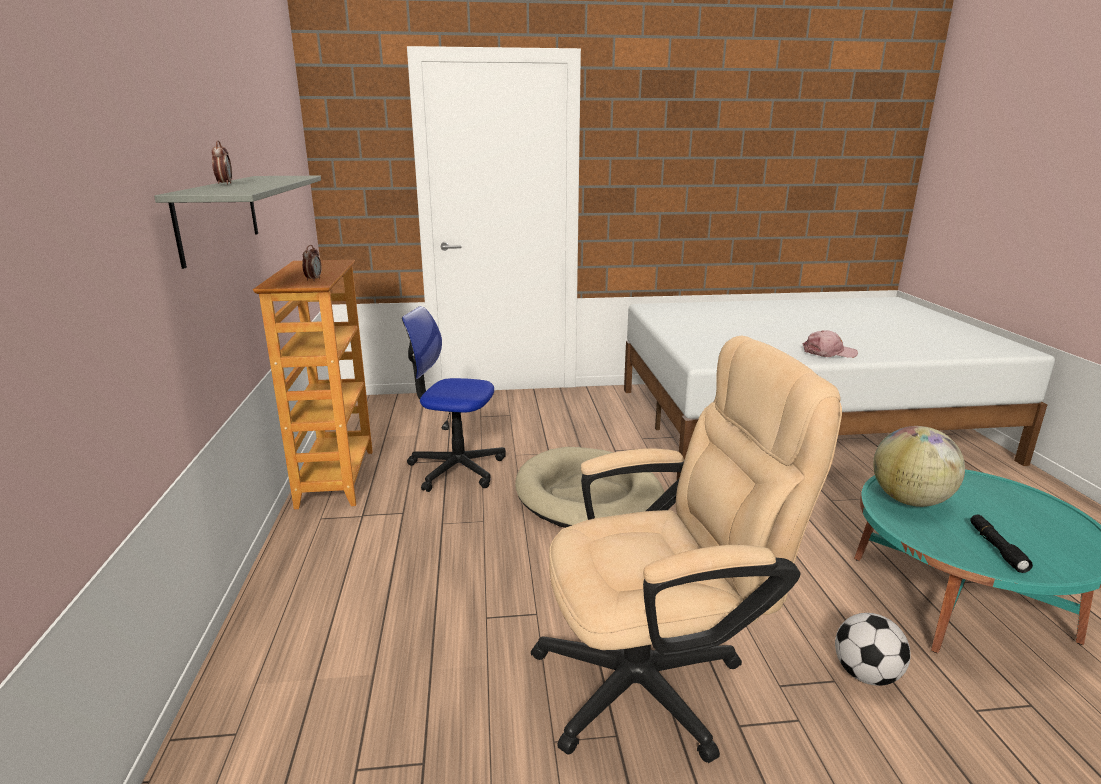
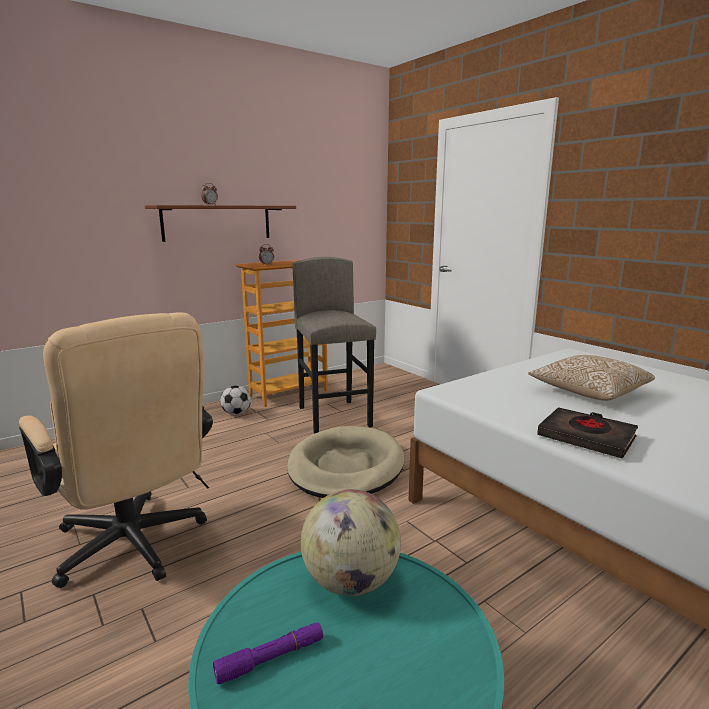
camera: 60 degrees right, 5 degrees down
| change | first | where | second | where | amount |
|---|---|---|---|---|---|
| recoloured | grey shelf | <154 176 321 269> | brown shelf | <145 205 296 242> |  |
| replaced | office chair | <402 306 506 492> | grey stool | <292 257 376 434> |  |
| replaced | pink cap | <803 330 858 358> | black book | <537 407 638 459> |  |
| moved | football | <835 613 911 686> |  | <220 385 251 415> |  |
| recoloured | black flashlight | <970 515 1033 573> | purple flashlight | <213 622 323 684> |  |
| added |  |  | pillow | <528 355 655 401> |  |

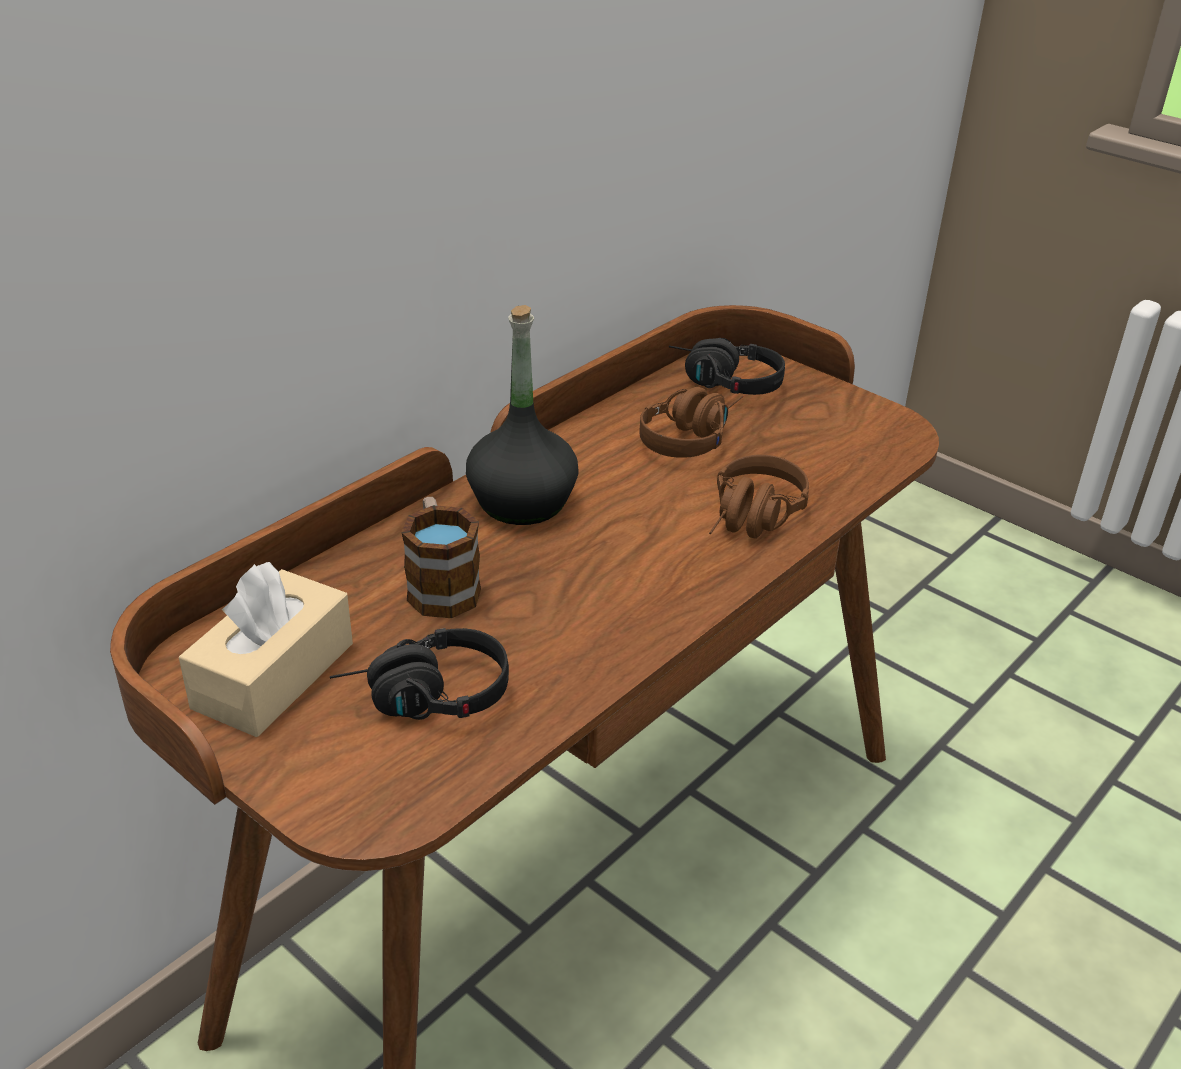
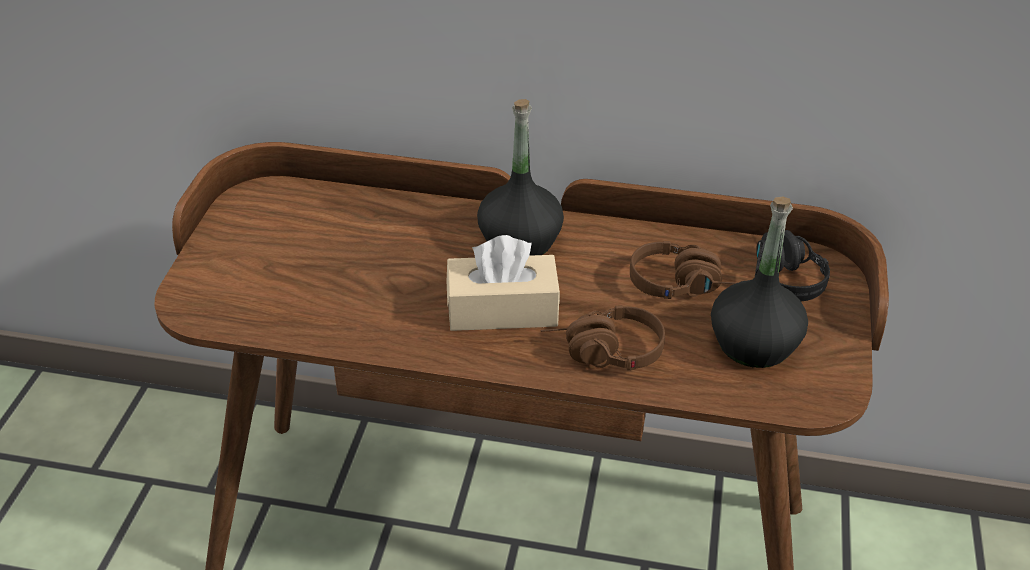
camera: 60 degrees right, 5 degrees up
| change | first | where | second | where | amount |
|---|---|---|---|---|---|
| moved | beige tissue box | <179 562 353 737> |  | <447 235 560 331> |  |
| removed | black headphones | <330 628 509 720> |  |  |  |
| removed | mug | <402 497 481 618> |  |  |  |
| added |  |  | black bottle | <711 197 808 368> |  |

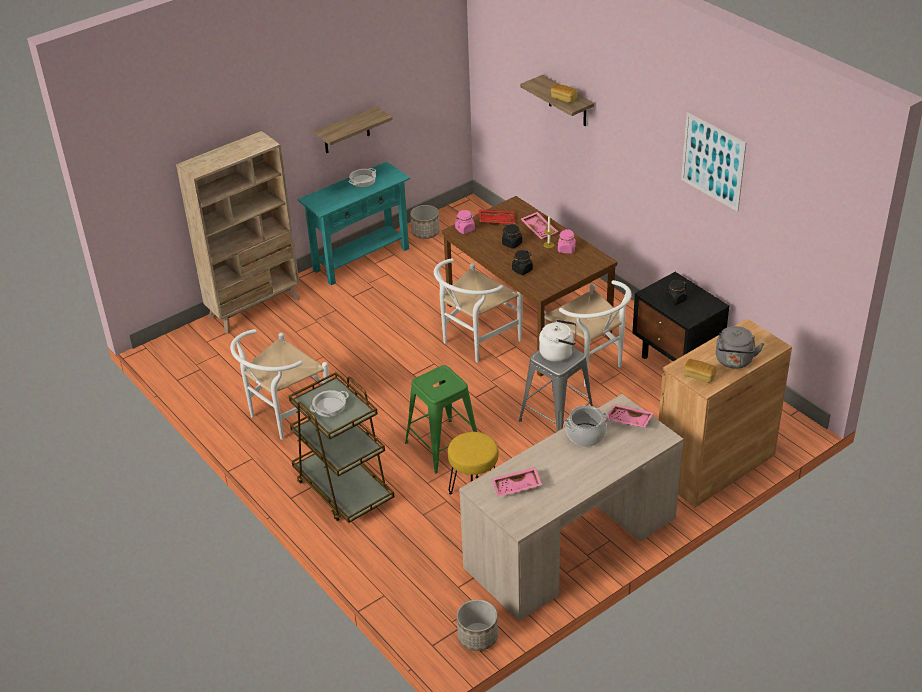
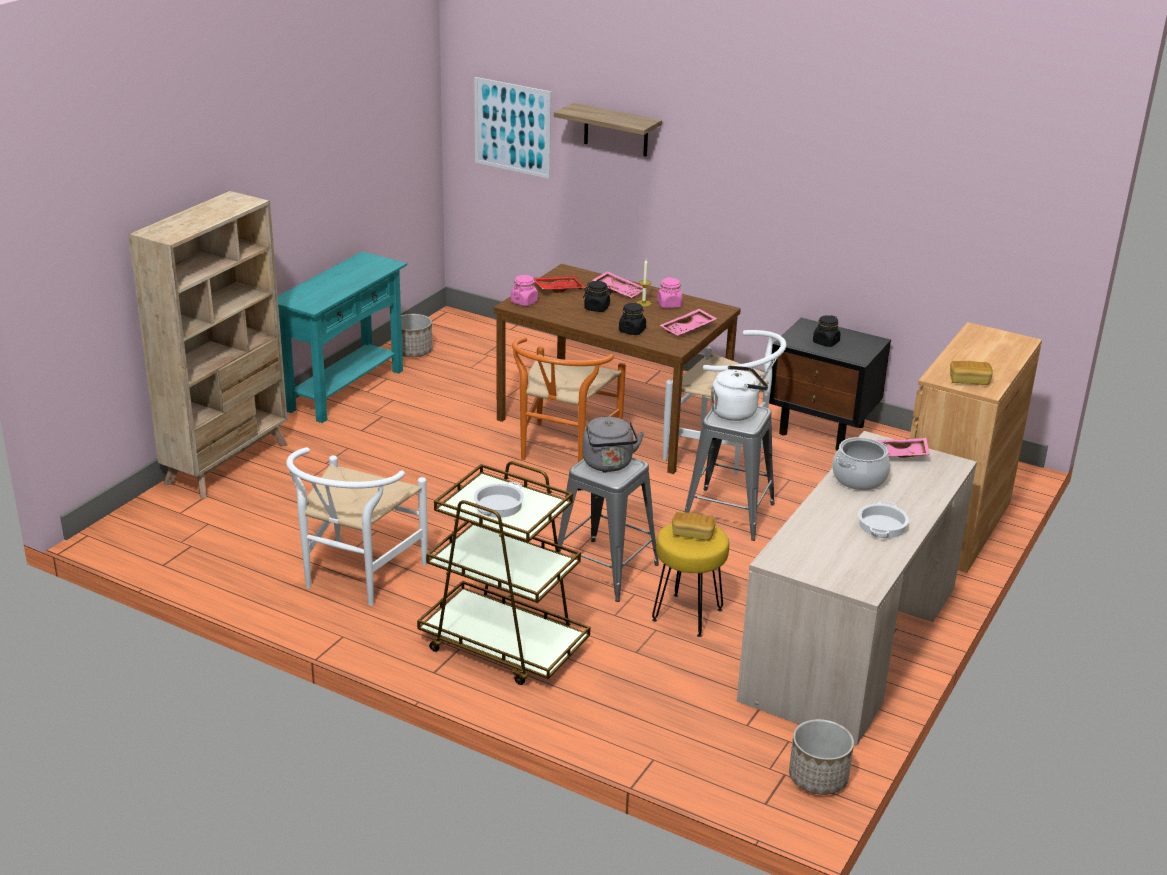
camera: 25 degrees left, 10 degrees down
| change | first | where | second | where | amount |
|---|---|---|---|---|---|
| removed | shelf | <314 106 392 153> |  |  |  |
| moved | cooking pot | <348 168 376 187> |  | <858 501 909 538> |  |
| recoloured | green stool | <405 365 477 473> | grey stool | <557 457 659 602> |  |
| recoloured | white chair | <434 258 522 363> | orange chair | <512 337 626 462> |  |
| moved | pink tray | <492 467 542 497> |  | <659 309 717 336> |  |
| moved | bread | <551 84 578 103> |  | <672 512 716 540> |  |
| moved | picture | <681 112 746 212> |  | <474 77 551 179> |  |
| moved | grey kettle | <716 326 764 369> |  | <582 417 644 472> |  |

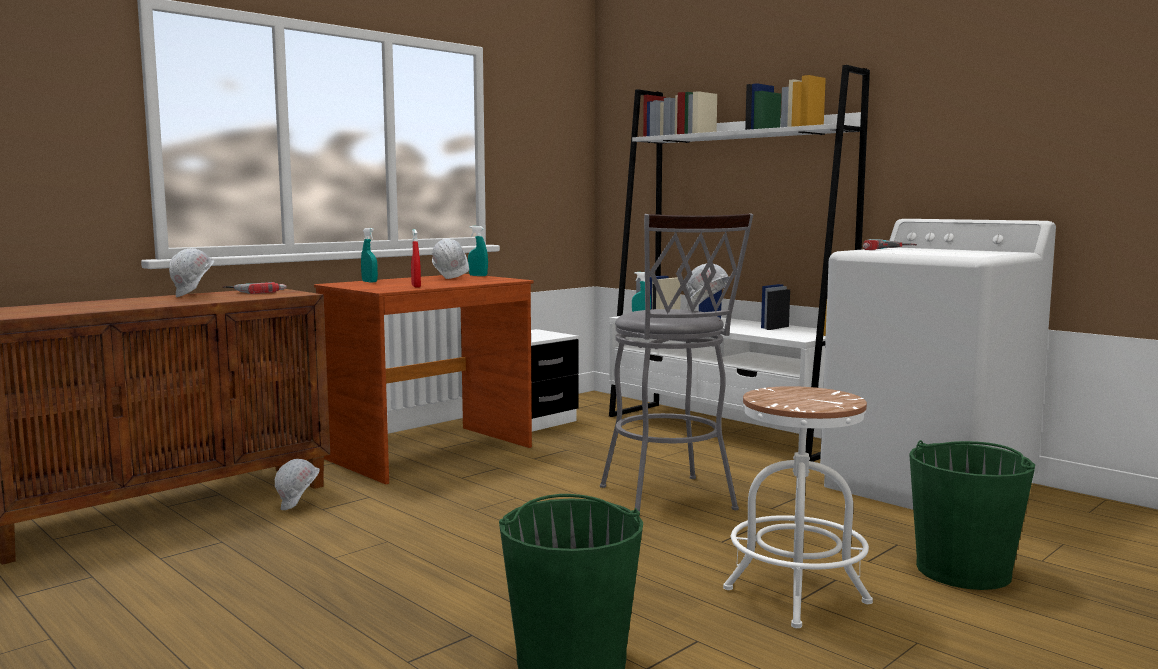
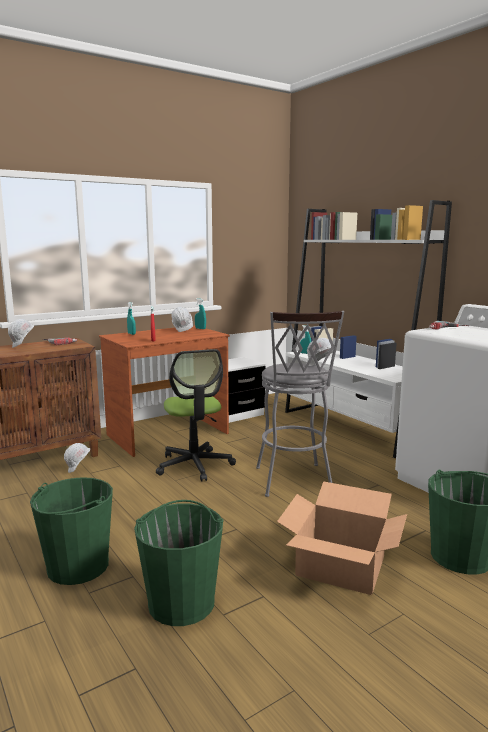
camera: 10 degrees right, 5 degrees up
| change | first | where | second | where | amount |
|---|---|---|---|---|---|
| replaced | white stool | <723 386 873 628> | cardboard box | <277 481 407 595> |  |
| added |  |  | green bucket | <30 477 113 585> |  |
| added |  |  | office chair | <156 349 236 481> |  |

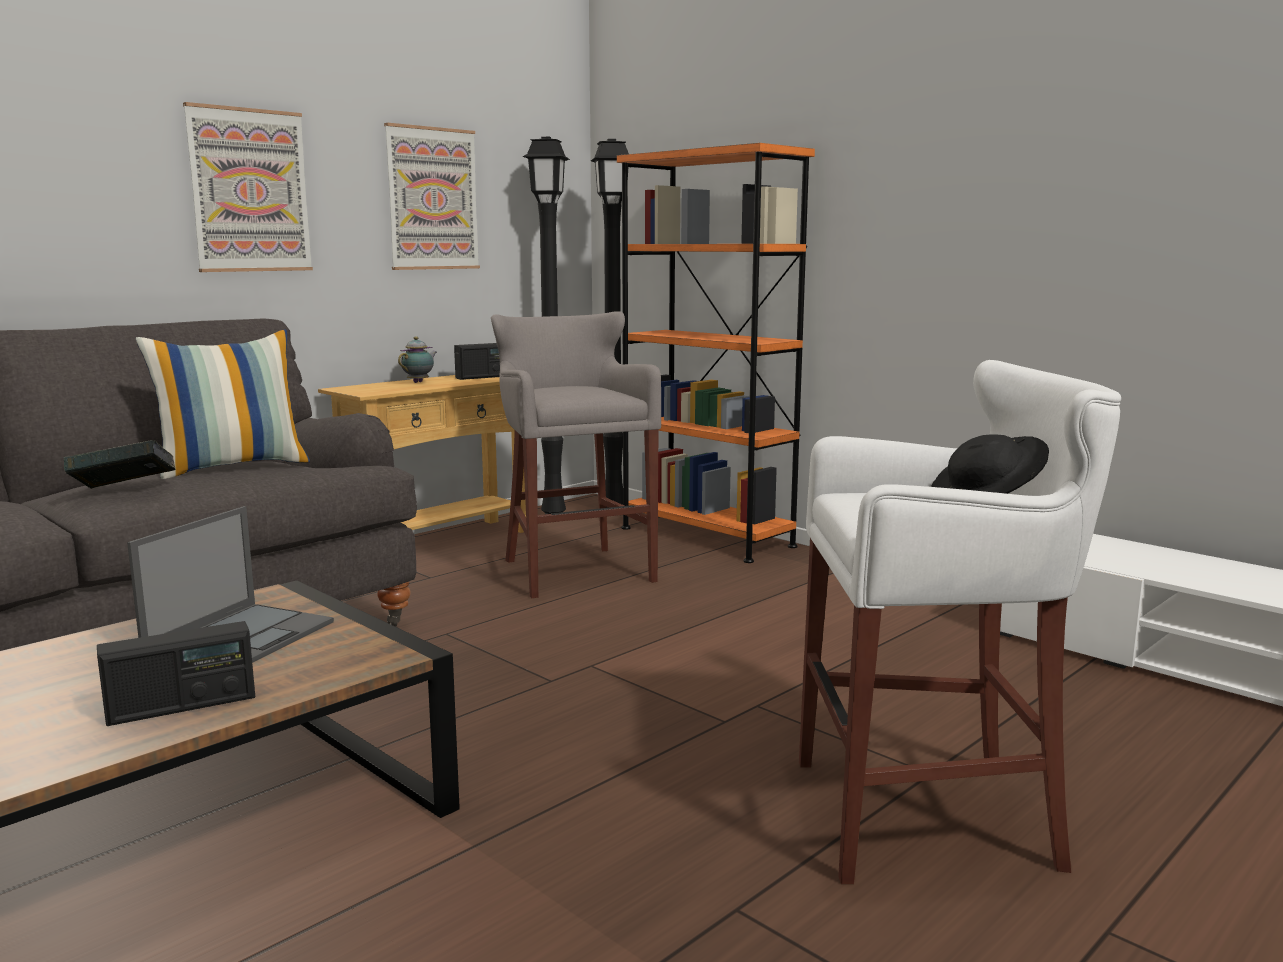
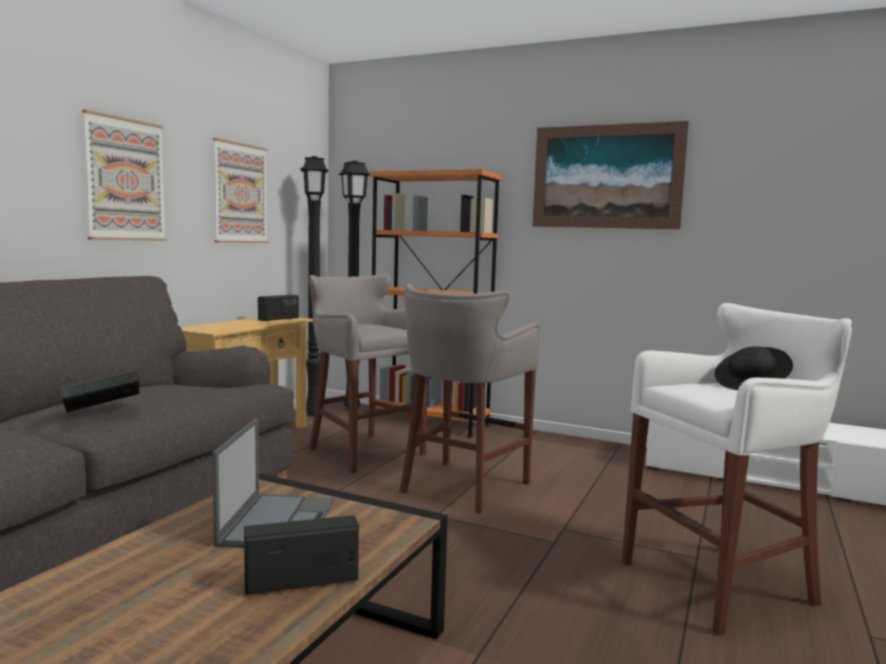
camera: 20 degrees left, 5 degrees down
| change | first | where | second | where | amount |
|---|---|---|---|---|---|
| turned | radio | <97 621 255 726> |  | <244 515 359 595> | 150 degrees counterclockwise |
| removed | pillow | <136 330 310 479> |  |  |  |
| removed | teapot | <398 337 437 383> |  |  |  |
| added |  |  | grey stool | <399 283 539 514> |  |
| added |  |  | picture | <533 121 689 229> |  |

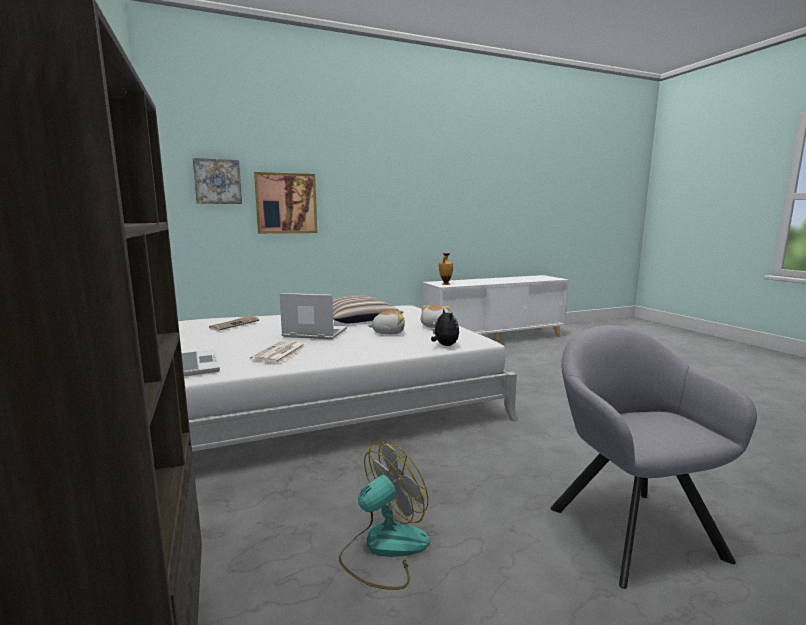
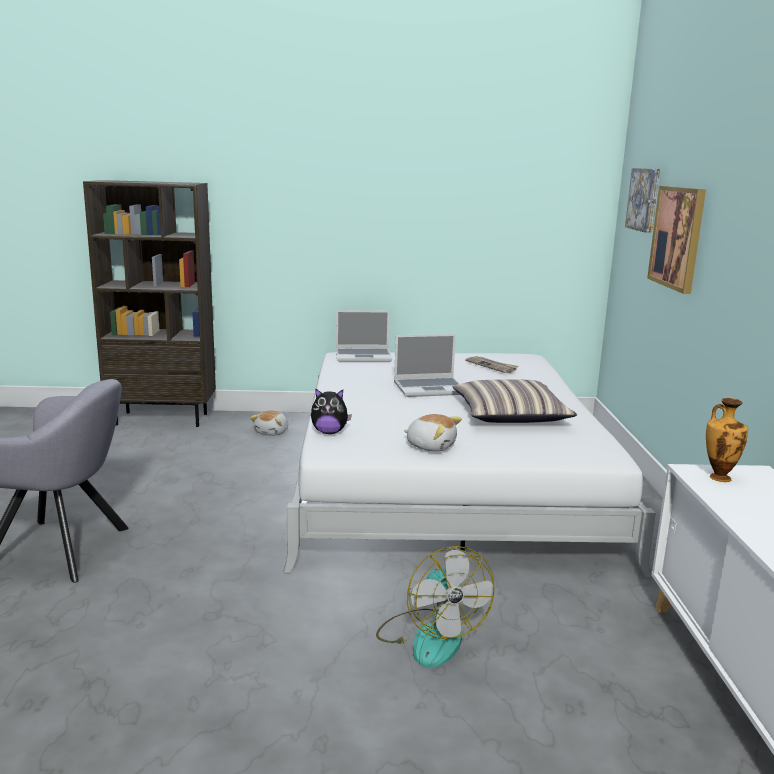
camera: 110 degrees right, 5 degrees up
| change | first | where | second | where | amount |
|---|---|---|---|---|---|
| removed | newspaper | <250 341 306 363> |  |  |  |
| turned | laptop | <280 293 347 340> |  | <394 334 460 397> | 45 degrees clockwise |
| moved | fan | <339 442 430 590> |  | <376 546 494 668> |  |
| moved | plush toy | <368 310 405 334> |  | <250 410 288 436> |  |

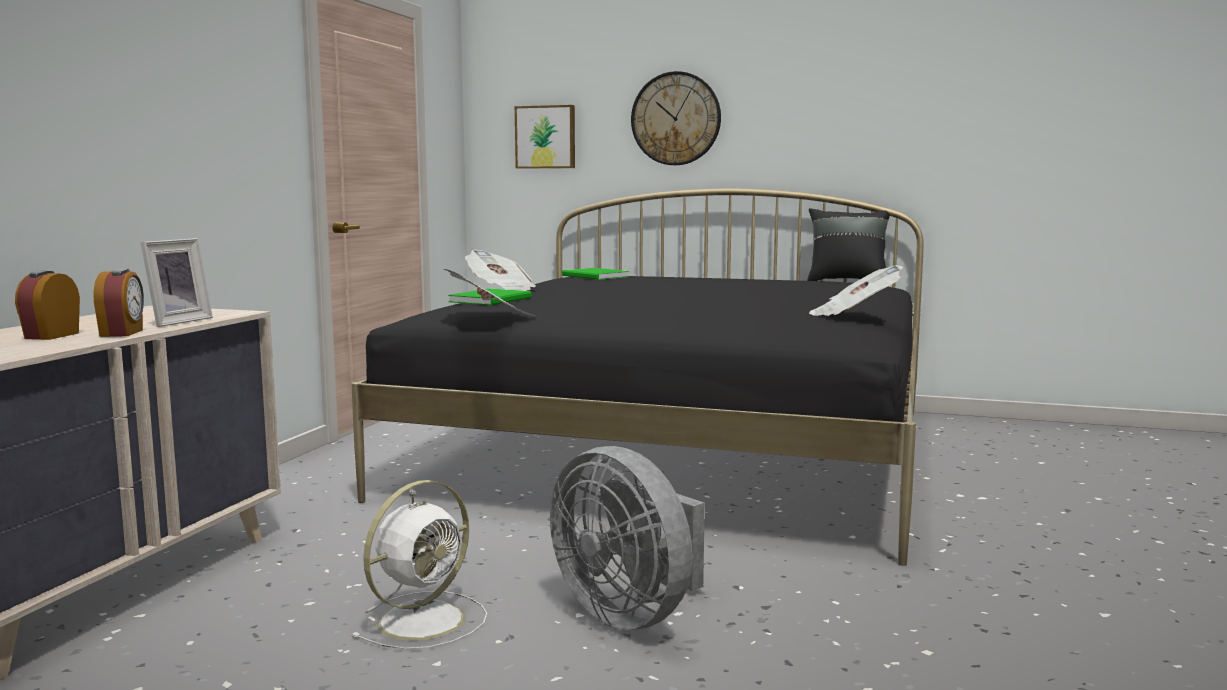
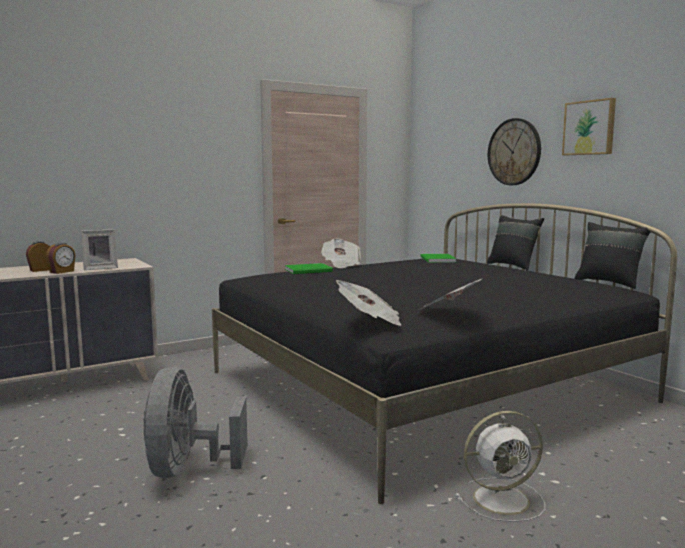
camera: 40 degrees right, 0 degrees up
| change | first | where | second | where | amount |
|---|---|---|---|---|---|
| moved | white fan | <351 480 487 650> |  | <455 411 545 522> |  |
| moved | newspaper | <443 269 535 316> |  | <336 280 401 326> |  |
| moved | picture | <515 105 575 168> |  | <562 98 616 155> |  |
| added |  |  | black pillow | <487 215 544 271> |  |

